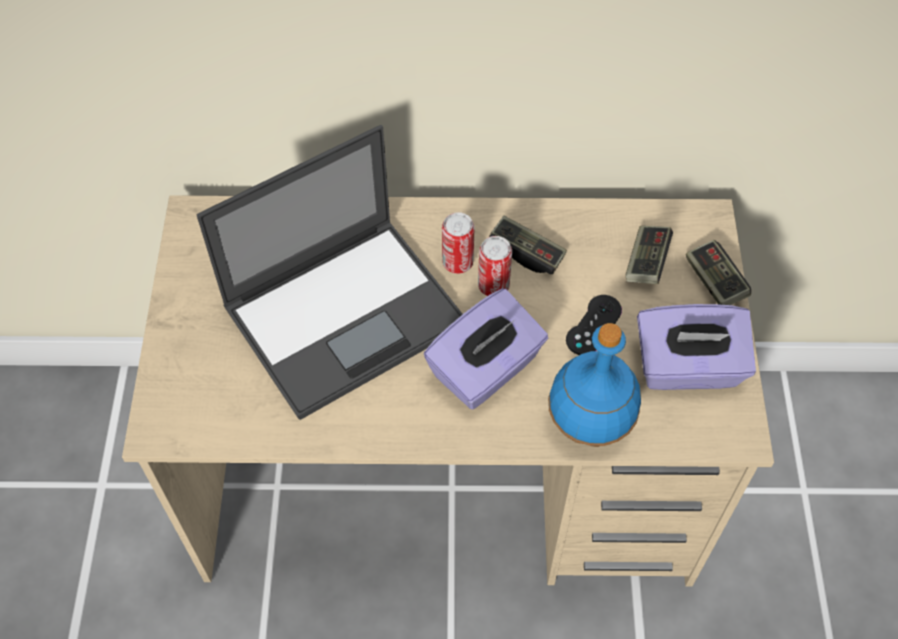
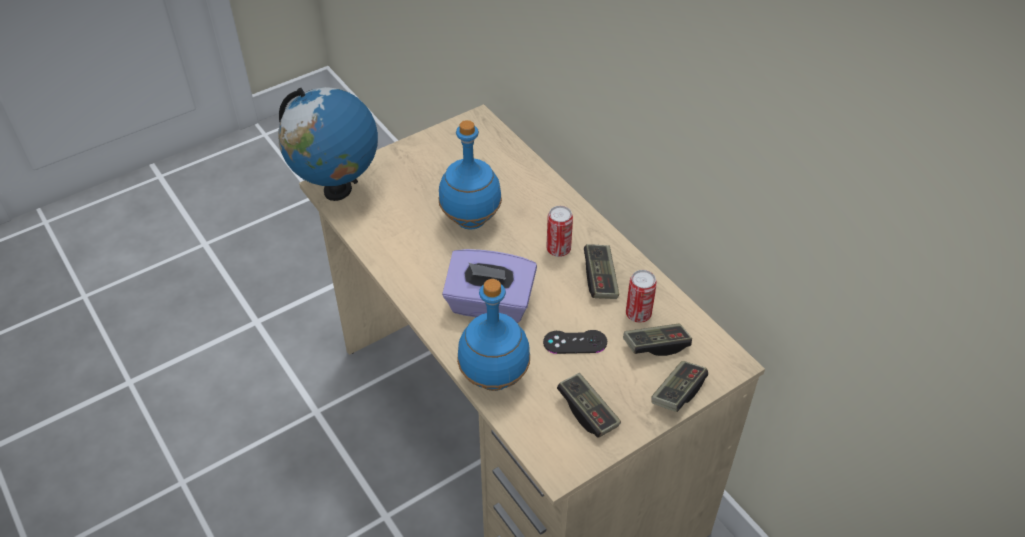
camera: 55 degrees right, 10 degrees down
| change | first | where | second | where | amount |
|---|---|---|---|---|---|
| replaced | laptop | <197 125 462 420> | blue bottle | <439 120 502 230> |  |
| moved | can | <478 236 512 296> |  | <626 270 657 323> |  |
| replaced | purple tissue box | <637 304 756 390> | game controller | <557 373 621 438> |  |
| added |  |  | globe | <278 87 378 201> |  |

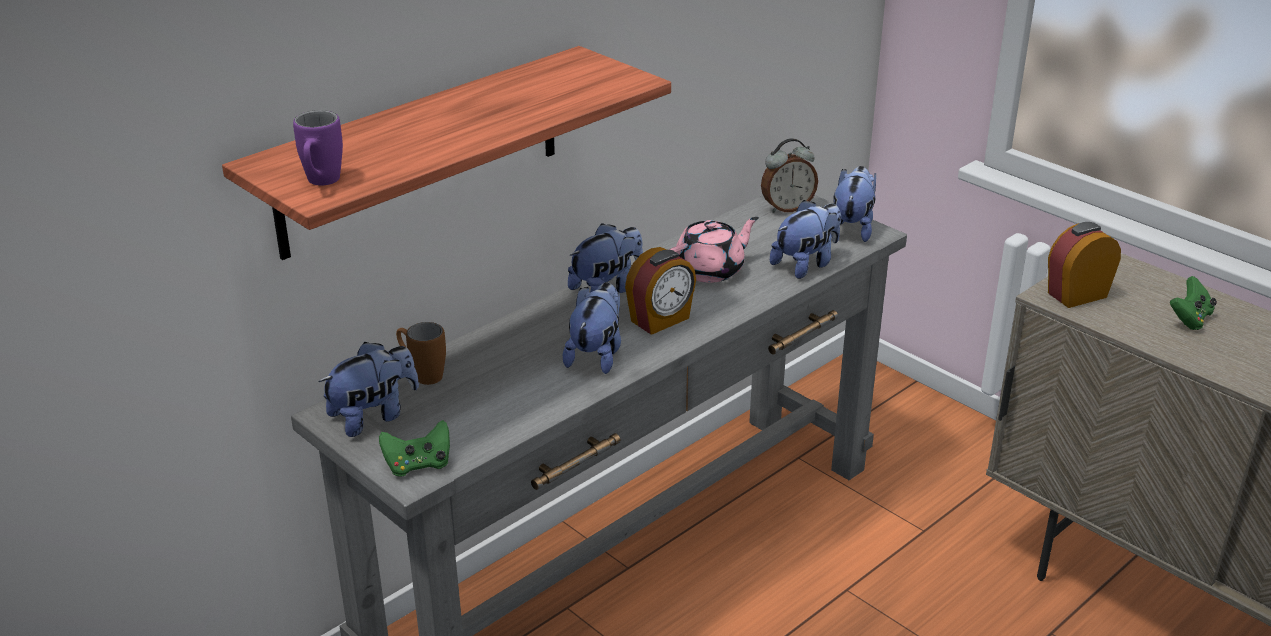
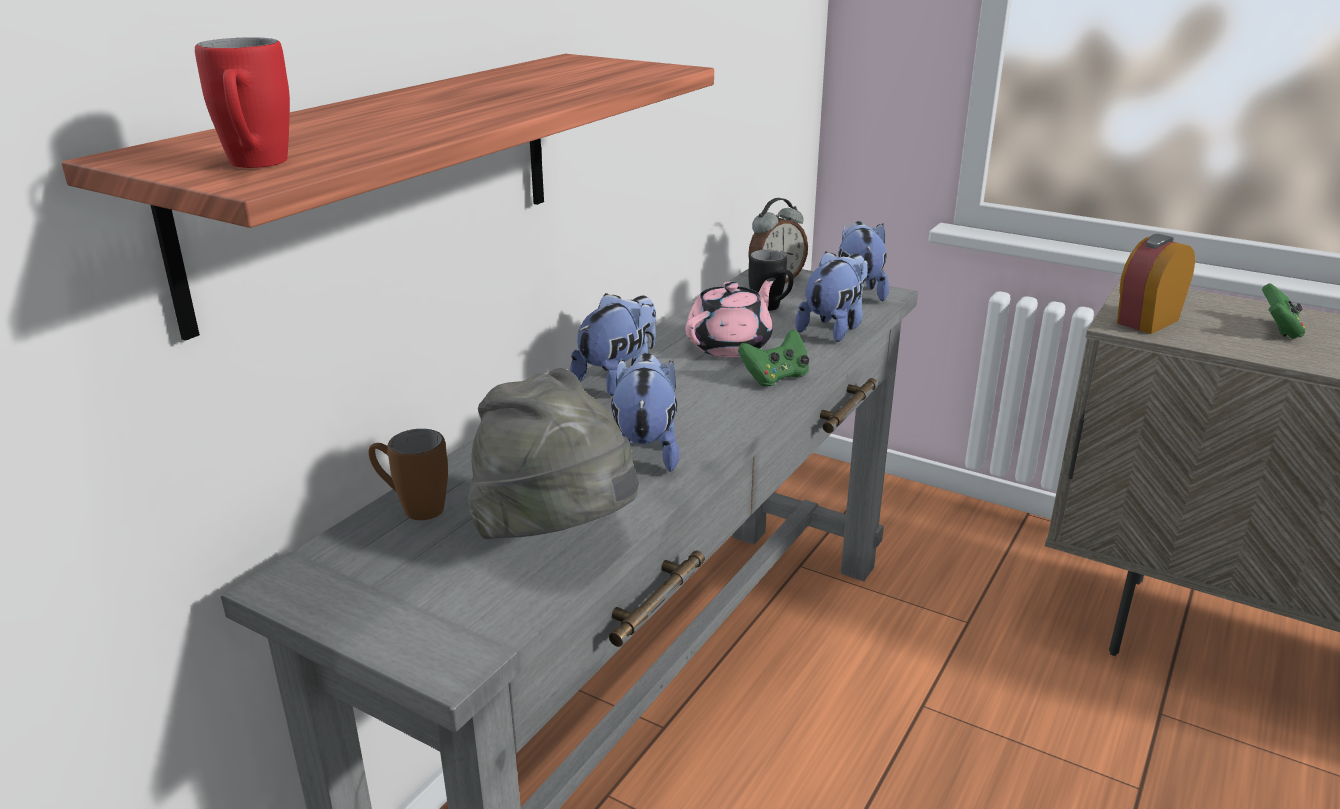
camera: 15 degrees left, 5 degrees down
| change | first | where | second | where | amount |
|---|---|---|---|---|---|
| recoloured | purple mug | <293 110 343 186> | red mug | <195 37 290 168> |  |
| removed | plush toy | <318 342 419 437> |  |  |  |
| moved | green game controller | <379 420 450 477> |  | <738 329 809 387> |  |
| removed | alarm clock | <625 247 696 335> |  |  |  |
| added |  |  | grey hat | <468 368 639 539> |  |
| added |  |  | black mug | <748 250 794 311> |  |

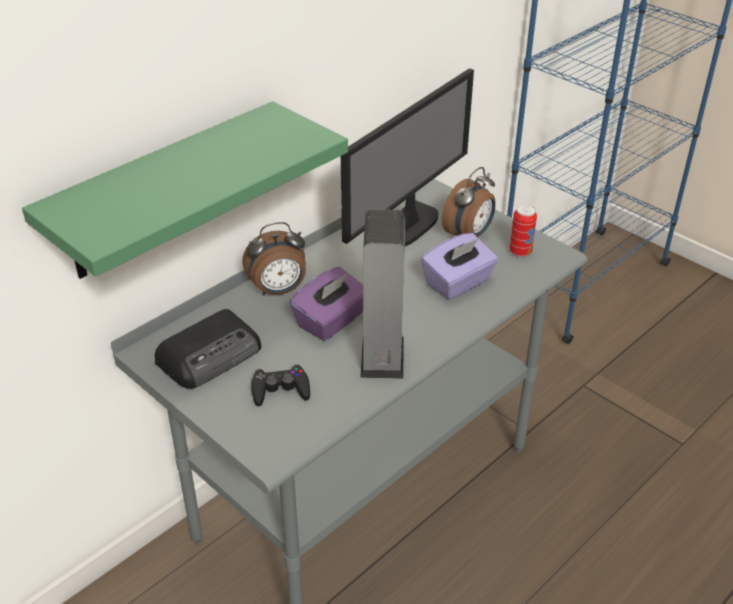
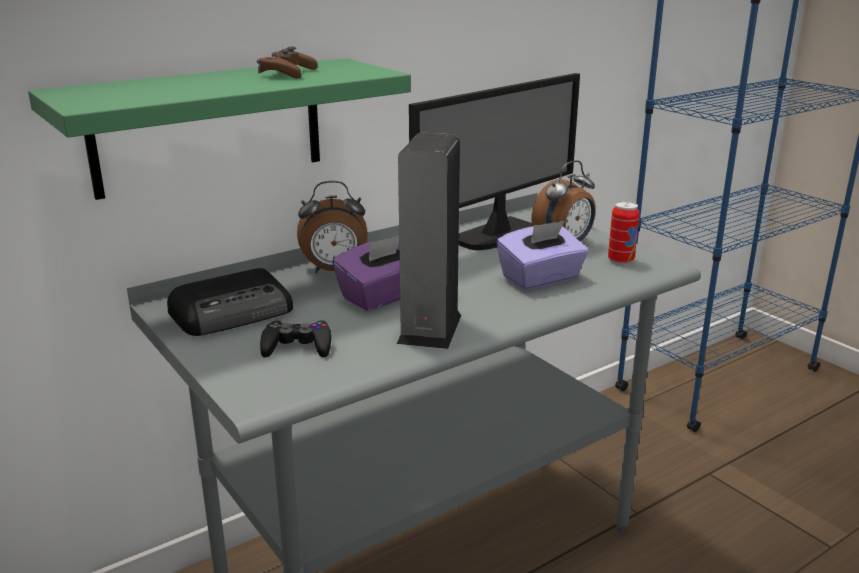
camera: 10 degrees right, 15 degrees down
| change | first | where | second | where | amount |
|---|---|---|---|---|---|
| added |  |  | brown game controller | <257 46 317 78> |  |

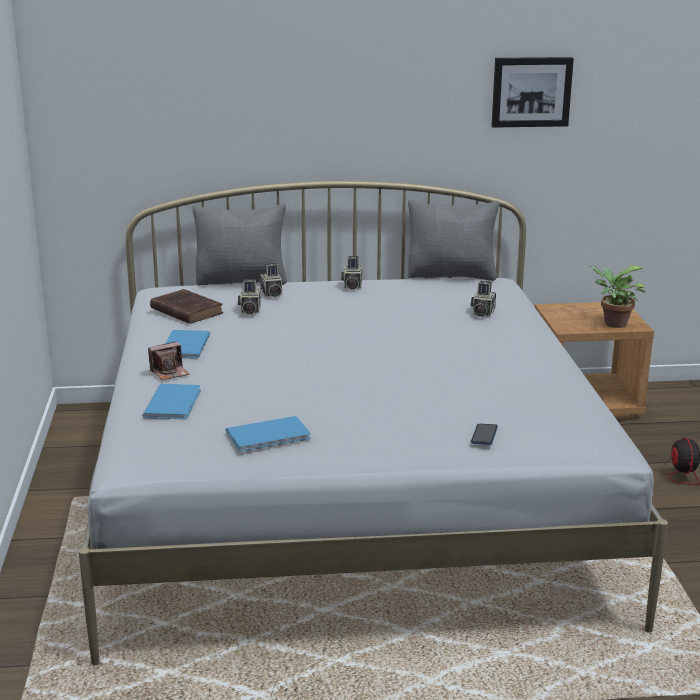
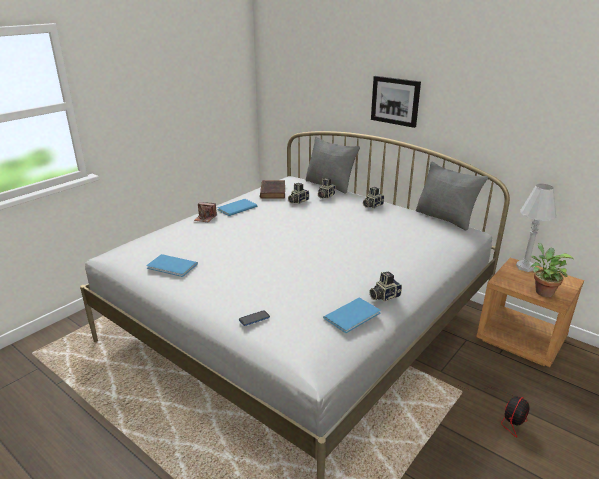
camera: 45 degrees right, 5 degrees up
| change | first | where | second | where | amount |
|---|---|---|---|---|---|
| moved | blue book | <142 384 201 420> |  | <323 298 381 333> |  |
| moved | photo camera | <470 281 496 317> |  | <369 271 402 302> |  |
| moved | picture | <492 57 574 128> |  | <371 76 421 128> |  |
| added |  |  | white table lamp | <516 184 557 272> |  |

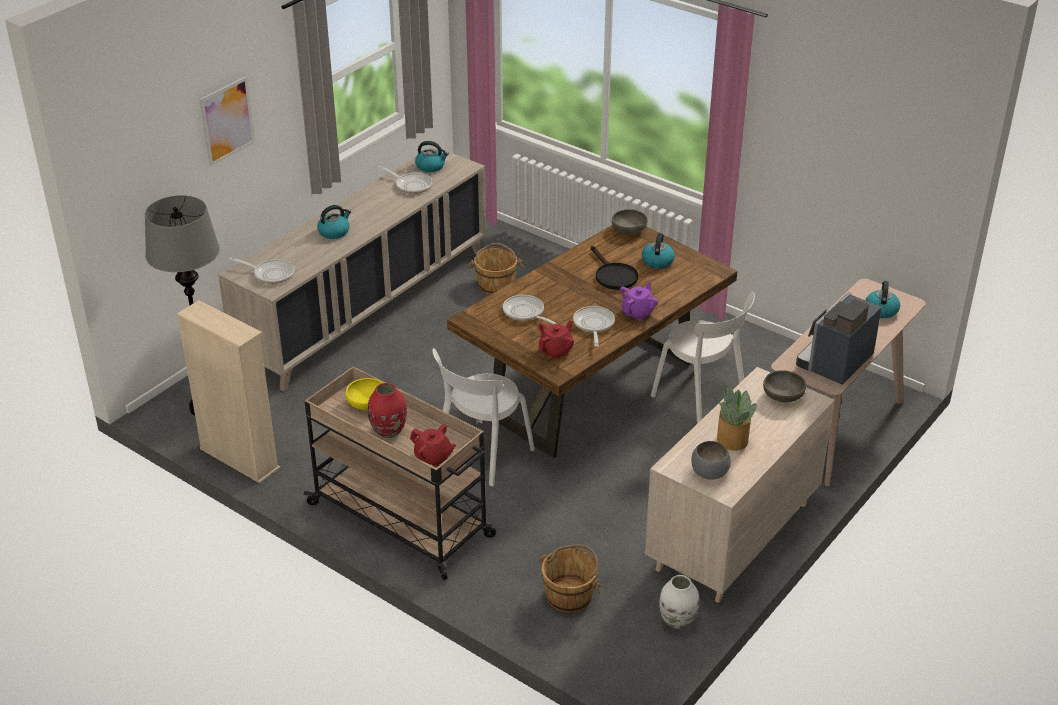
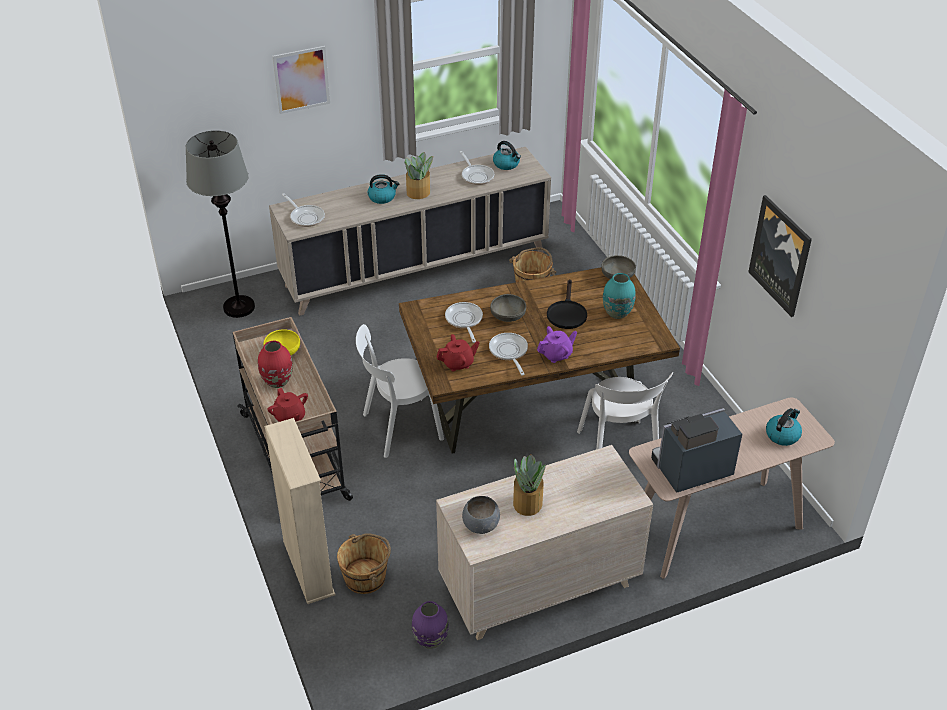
camera: 30 degrees right, 5 degrees up
| change | first | where | second | where | amount |
|---|---|---|---|---|---|
| moved | beige bookcase | <176 300 280 483> |  | <264 418 335 604> |  |
| turned | frying pan | <573 306 615 347> |  | <489 333 528 376> | 45 degrees counterclockwise |
| replaced | kettle | <642 233 675 269> | turquoise vase | <603 273 636 319> |  |
| recoloured | white vase | <659 575 699 629> | purple vase | <412 601 449 649> |  |
| moved | grey bowl | <763 370 806 402> |  | <490 294 526 322> |  |
| added |  |  | potted plant | <405 152 433 199> |  |
| added |  |  | picture | <748 195 812 317> |  |

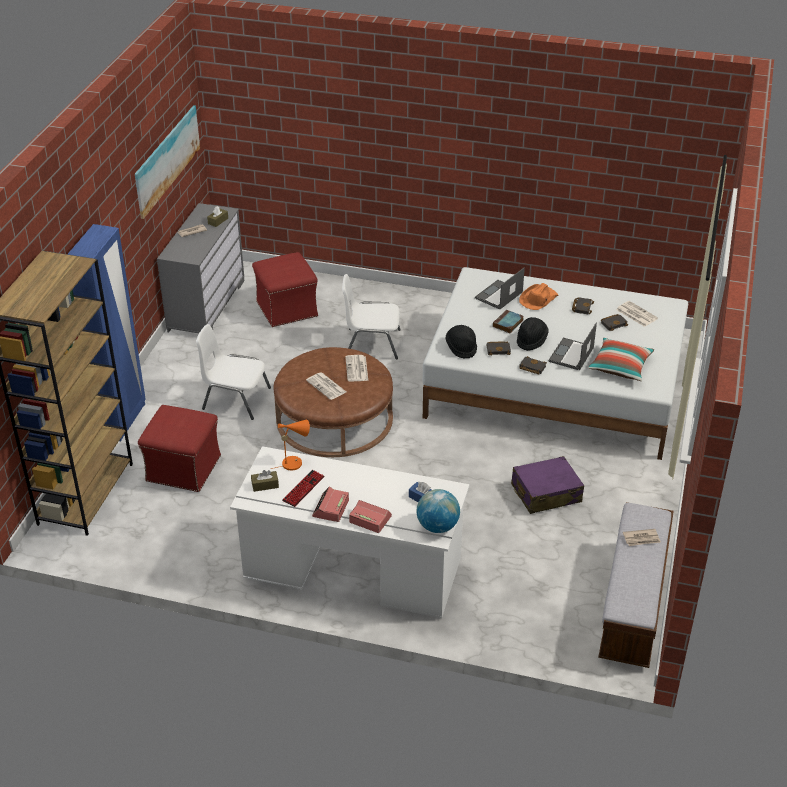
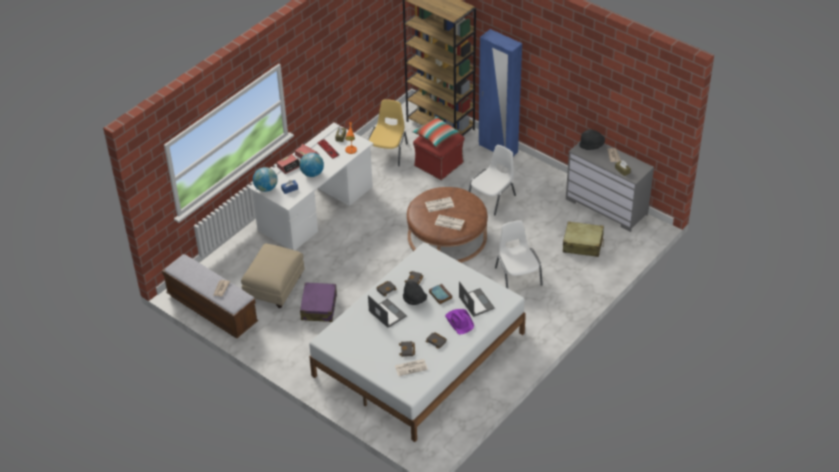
camera: 115 degrees right, 5 degrees up
| change | first | where | second | where | amount |
|---|---|---|---|---|---|
| removed | picture | <135 105 200 219> |  |  |  |
| replaced | red ottoman | <252 252 318 327> | beige suitcase | <563 221 604 257> |  |
| turned | white chair | <342 274 401 360> |  | <495 220 543 288> | 45 degrees counterclockwise |
| moved | black hat | <446 325 477 358> |  | <579 129 605 150> |  |
| recoloured | orange hat | <519 283 559 310> | purple hat | <445 309 474 334> |  |
| moved | pillow | <588 338 654 381> |  | <412 116 460 147> |  |
| added |  |  | beige ottoman | <241 243 305 308> |  |
| added |  |  | globe | <299 153 324 177> |  |
| added |  |  | yellow chair | <367 99 408 166> |  |

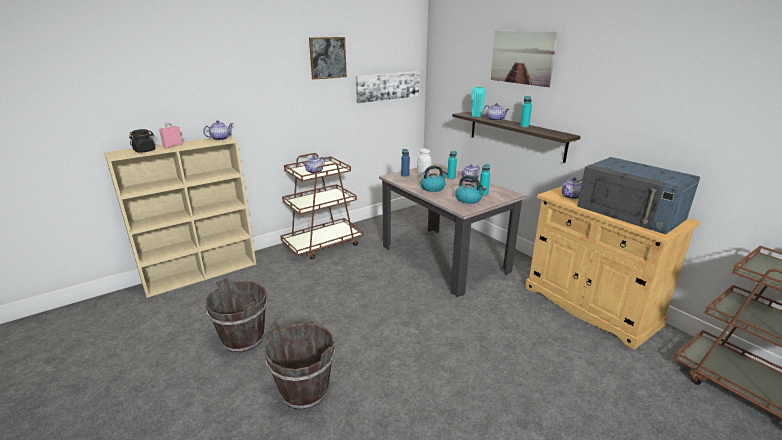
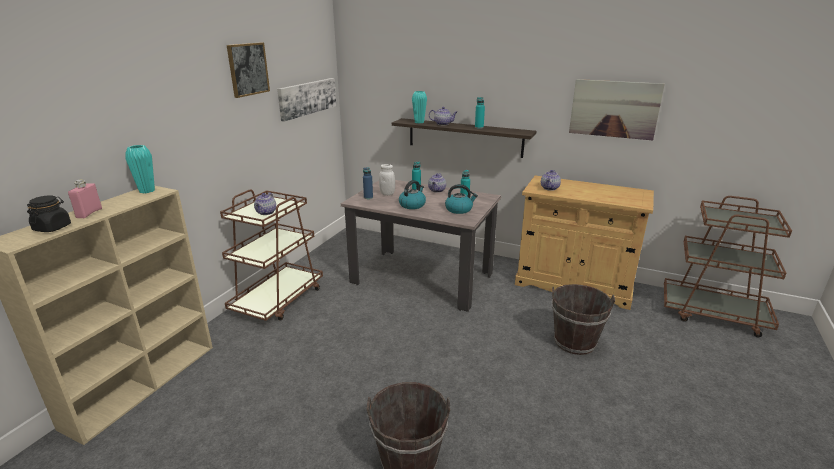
camera: 30 degrees left, 0 degrees up
| change | first | where | second | where | amount |
|---|---|---|---|---|---|
| replaced | teapot | <203 120 233 140> | turquoise vase | <125 145 155 193> |  |
| moved | brown bucket | <205 278 267 353> |  | <552 284 615 355> |  |
| moved | picture | <491 31 558 87> |  | <569 79 665 141> |  |
| removed | blue microwave | <577 157 700 235> |  |  |  |

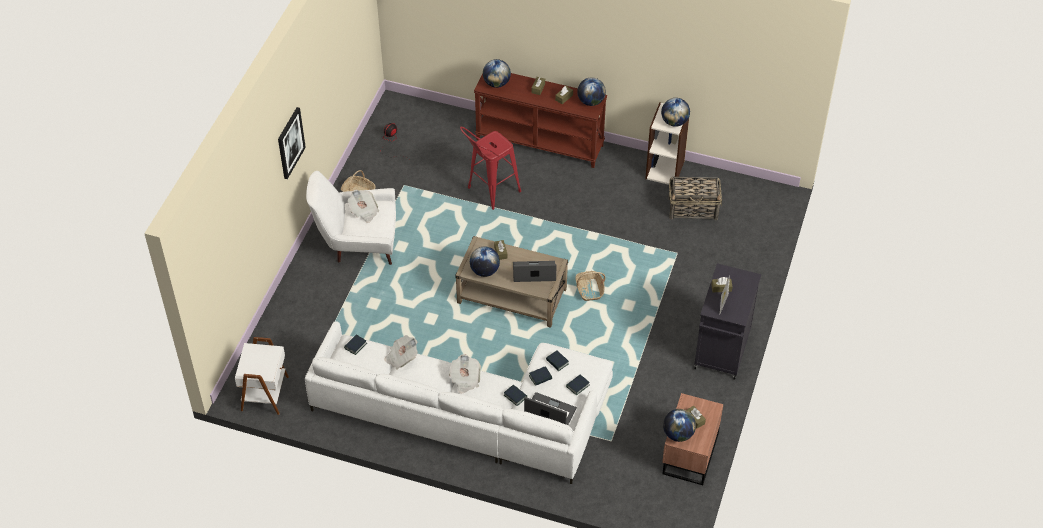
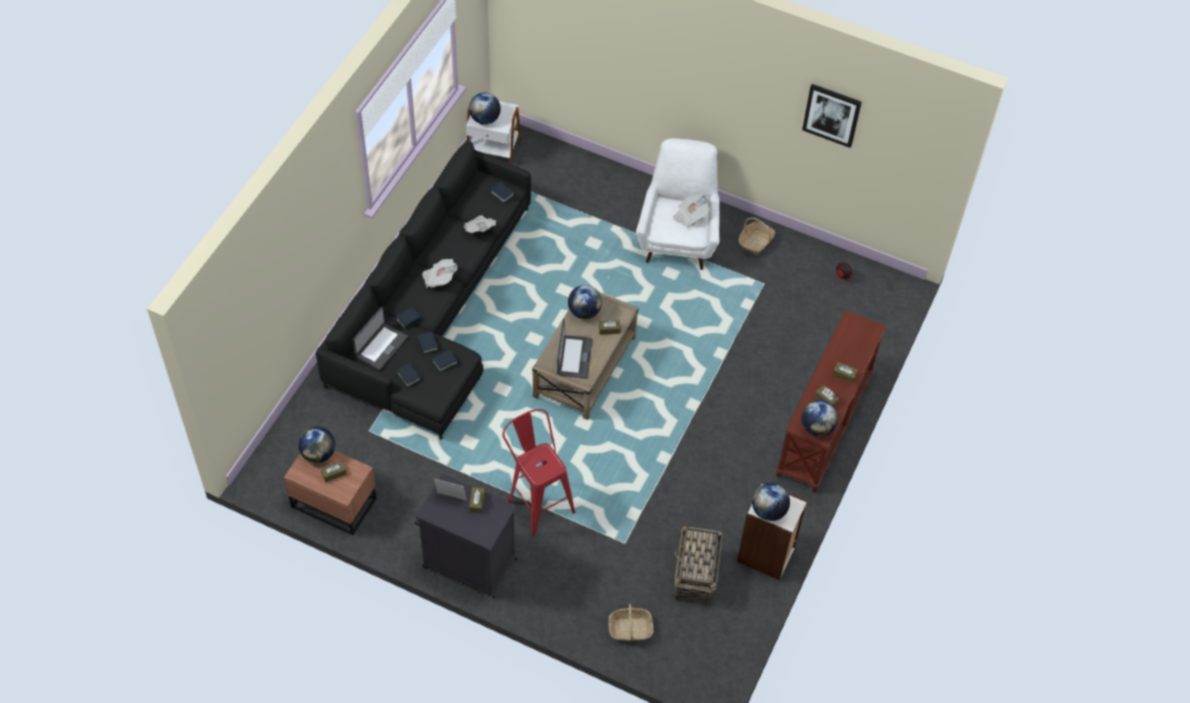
camera: 95 degrees right, 5 degrees up
| change | first | where | second | where | amount |
|---|---|---|---|---|---|
| moved | picture | <278 107 306 179> |  | <802 84 862 148> |  |
| recoloured | white sofa | <305 321 613 484> | black sofa | <316 141 531 440> |  |
| moved | red stool | <460 127 521 210> |  | <502 409 575 536> |  |
| moved | globe | <483 59 511 88> |  | <469 93 501 125> |  |
| moved | basket | <575 271 605 301> |  | <609 603 654 641> |  |

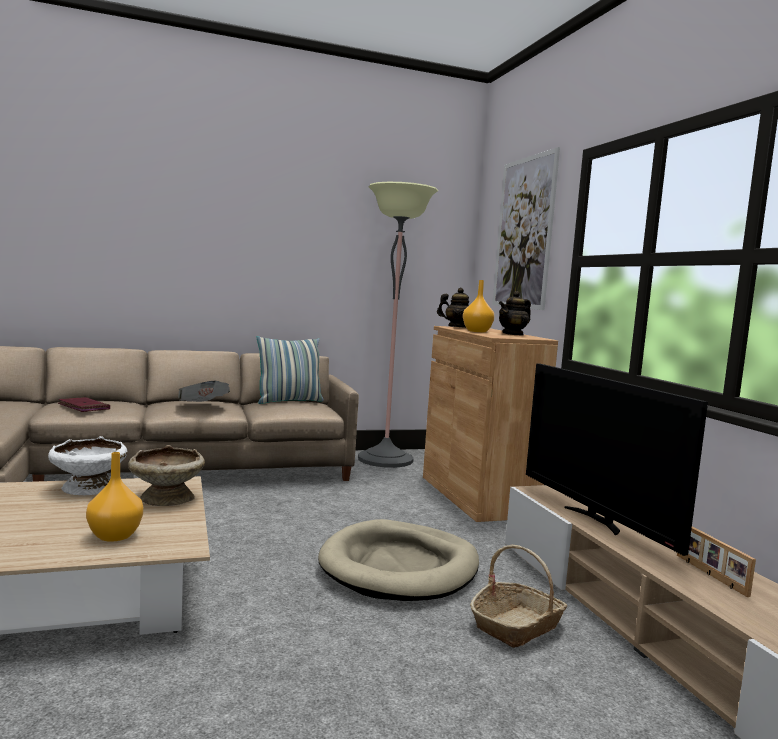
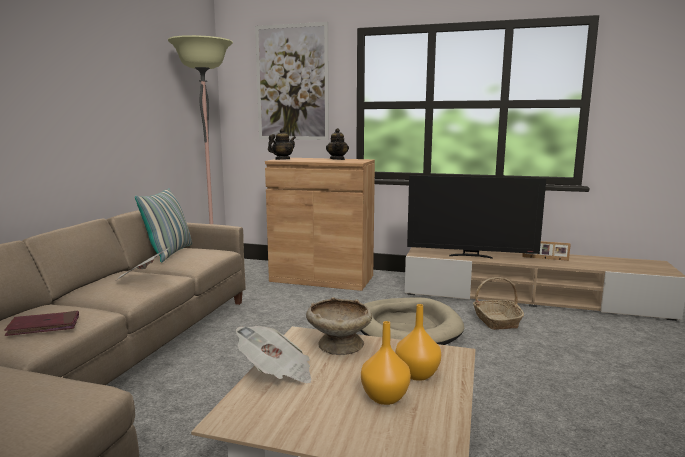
camera: 55 degrees left, 5 degrees up
| change | first | where | second | where | amount |
|---|---|---|---|---|---|
| replaced | white bowl | <48 436 127 495> | newspaper | <236 326 311 383> |  |
| moved | orange vase | <463 280 494 332> |  | <361 321 411 405> |  |

